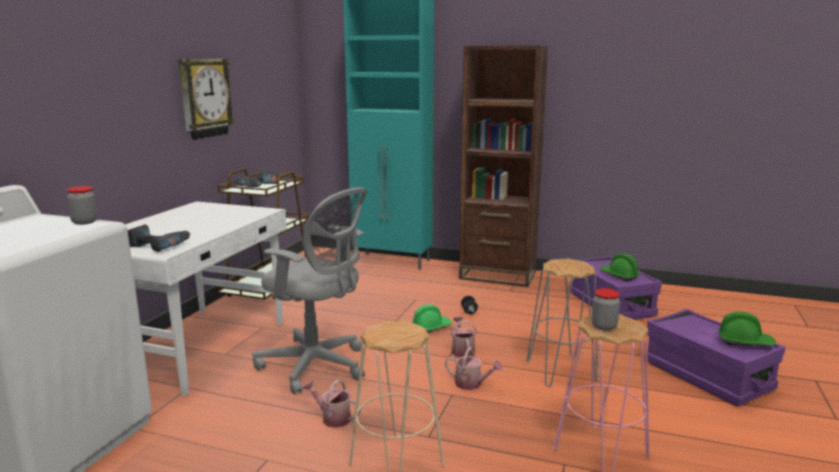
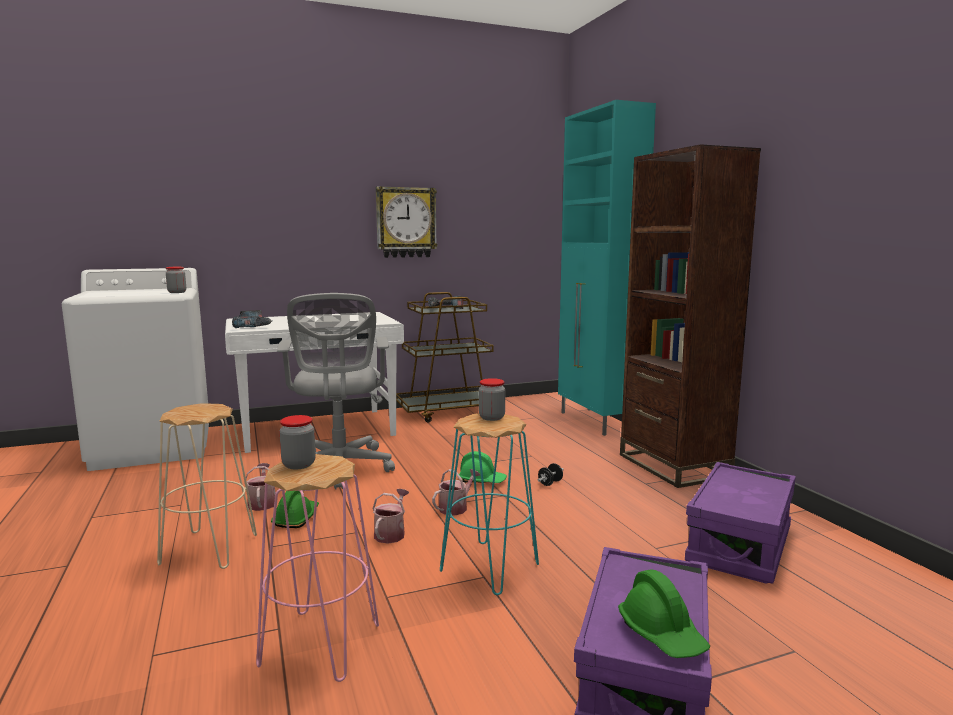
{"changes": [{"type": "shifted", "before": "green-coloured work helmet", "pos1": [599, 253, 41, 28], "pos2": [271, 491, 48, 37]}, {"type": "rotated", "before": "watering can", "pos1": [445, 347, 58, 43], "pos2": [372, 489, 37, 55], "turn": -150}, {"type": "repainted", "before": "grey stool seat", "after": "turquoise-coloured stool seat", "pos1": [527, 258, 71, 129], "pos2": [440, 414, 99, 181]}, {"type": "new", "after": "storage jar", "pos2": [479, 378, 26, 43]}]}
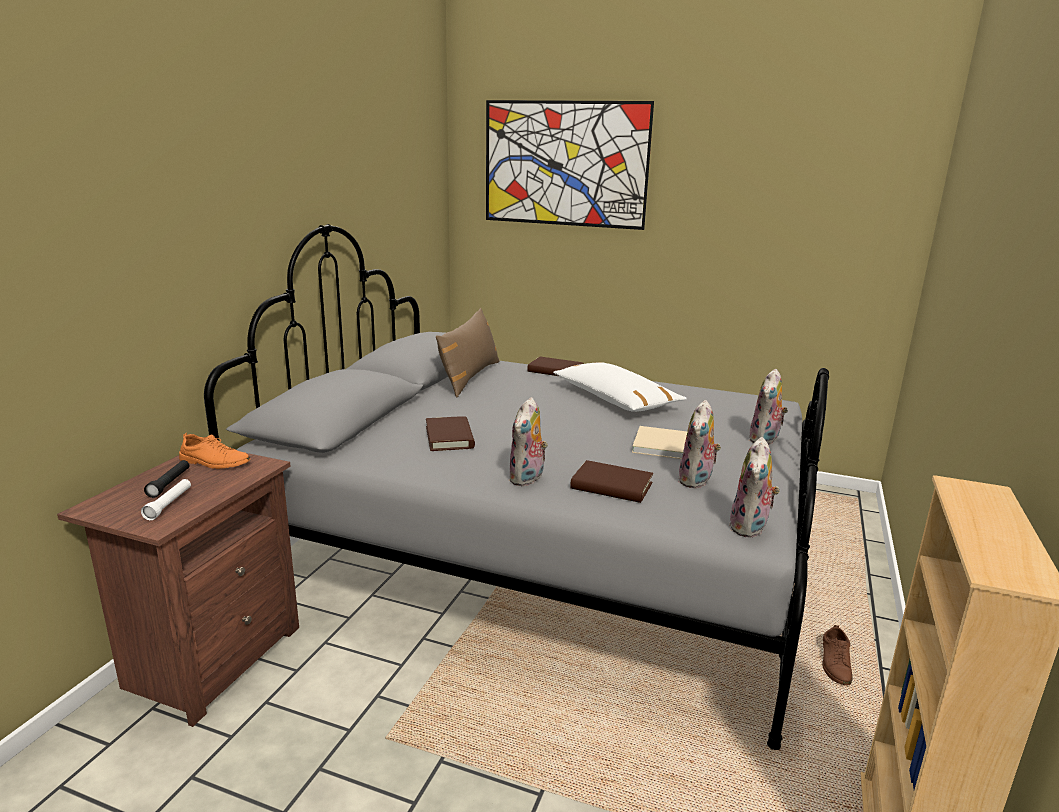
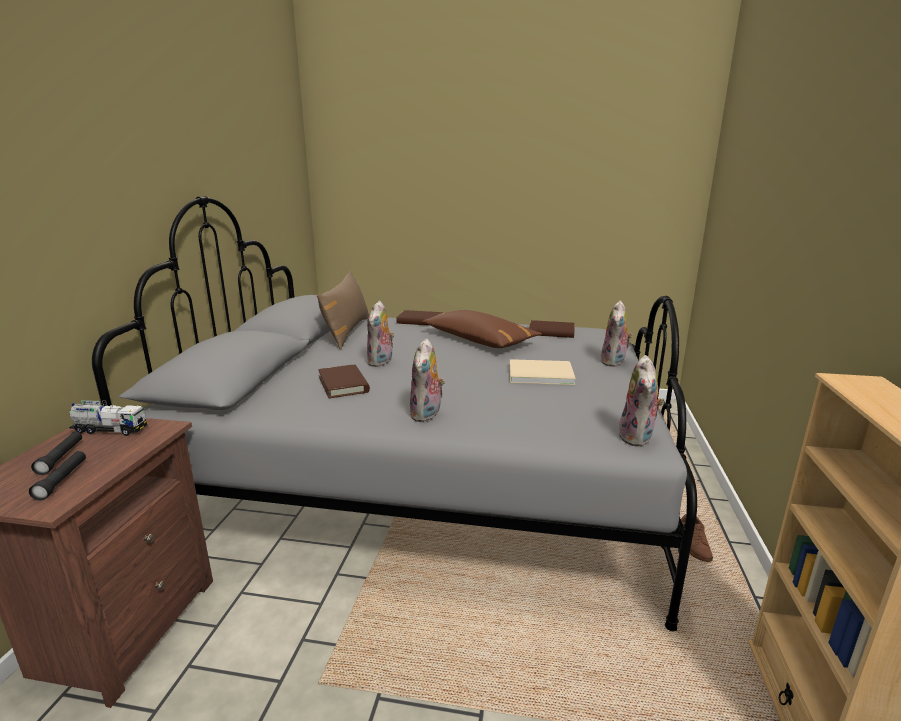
{"changes": [{"type": "repainted", "before": "white-coloured torch", "after": "black-coloured torch", "pos1": [141, 479, 50, 41], "pos2": [29, 451, 57, 50]}, {"type": "swapped", "before": "orange-coloured shoe", "after": "toy truck", "pos1": [179, 433, 71, 36], "pos2": [69, 400, 78, 36]}, {"type": "shifted", "before": "cuddly toy", "pos1": [678, 400, 43, 89], "pos2": [367, 300, 27, 67]}, {"type": "repainted", "before": "white-coloured cushion", "after": "brown-coloured cushion", "pos1": [553, 362, 134, 50], "pos2": [422, 310, 120, 38]}, {"type": "shifted", "before": "brown-coloured book", "pos1": [570, 460, 83, 43], "pos2": [529, 320, 46, 18]}, {"type": "gone", "before": "picture", "pos1": [486, 100, 168, 130]}]}
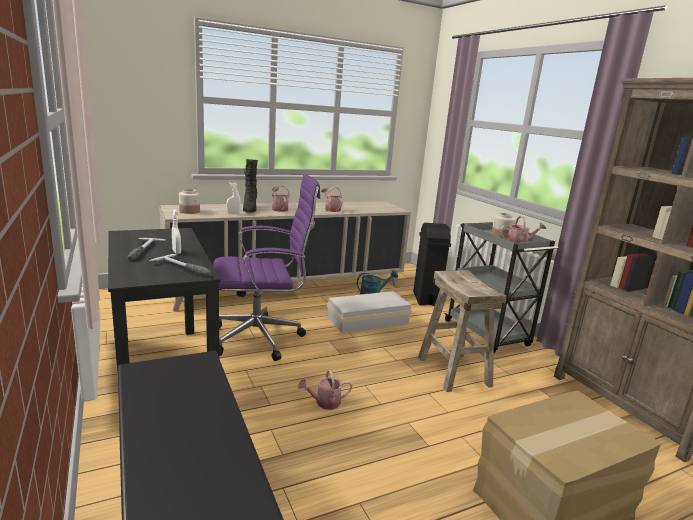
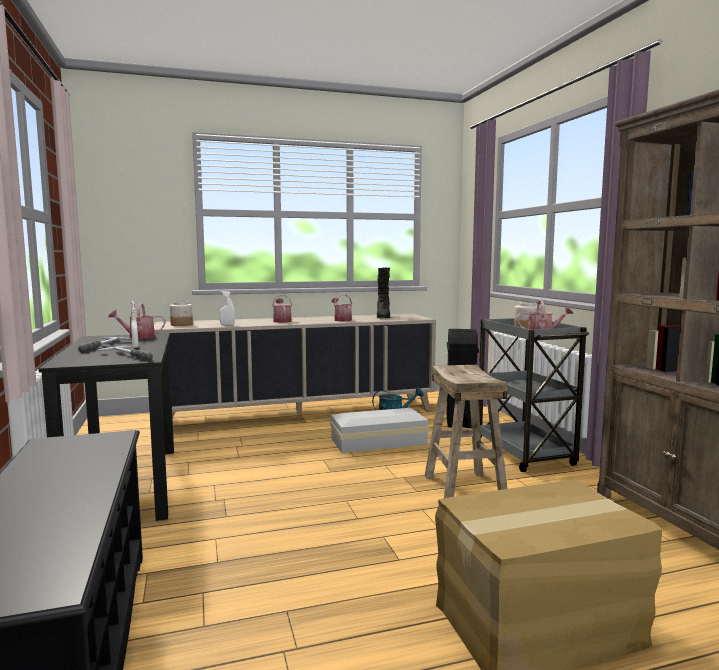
{"changes": [{"type": "shifted", "before": "watering can", "pos1": [298, 370, 54, 40], "pos2": [108, 303, 57, 36]}, {"type": "shifted", "before": "black-coloured tall boot", "pos1": [243, 159, 15, 53], "pos2": [377, 267, 14, 51]}, {"type": "gone", "before": "purplish desk chair", "pos1": [213, 174, 107, 187]}]}
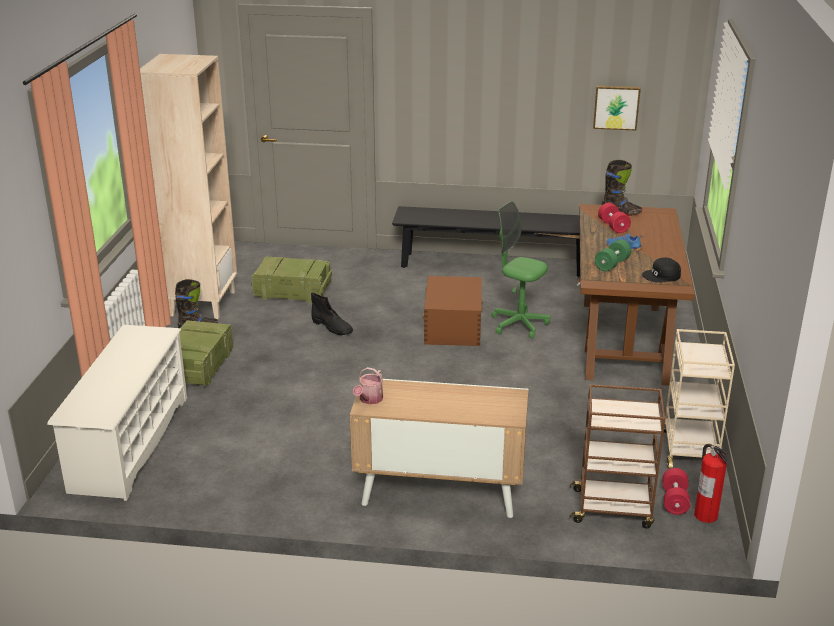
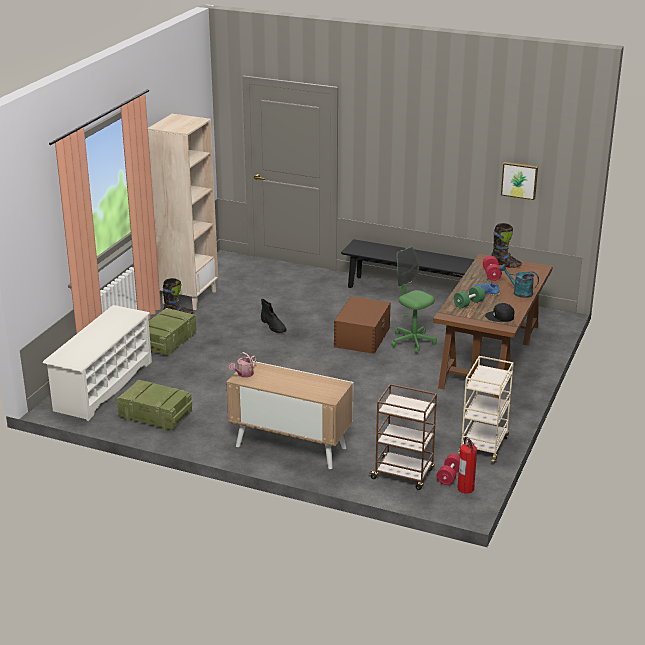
{"changes": [{"type": "shifted", "before": "packing crate", "pos1": [251, 257, 81, 46], "pos2": [117, 380, 75, 51]}, {"type": "new", "after": "turquoise-coloured watering can", "pos2": [499, 264, 40, 34]}]}
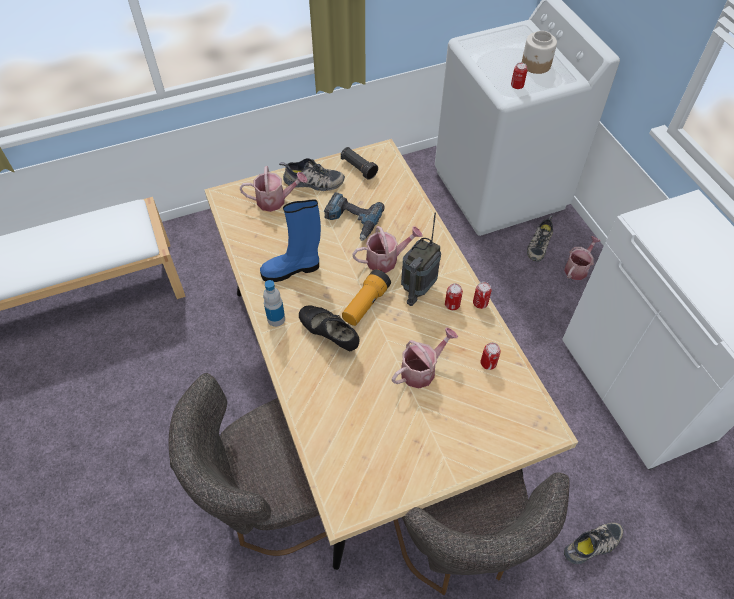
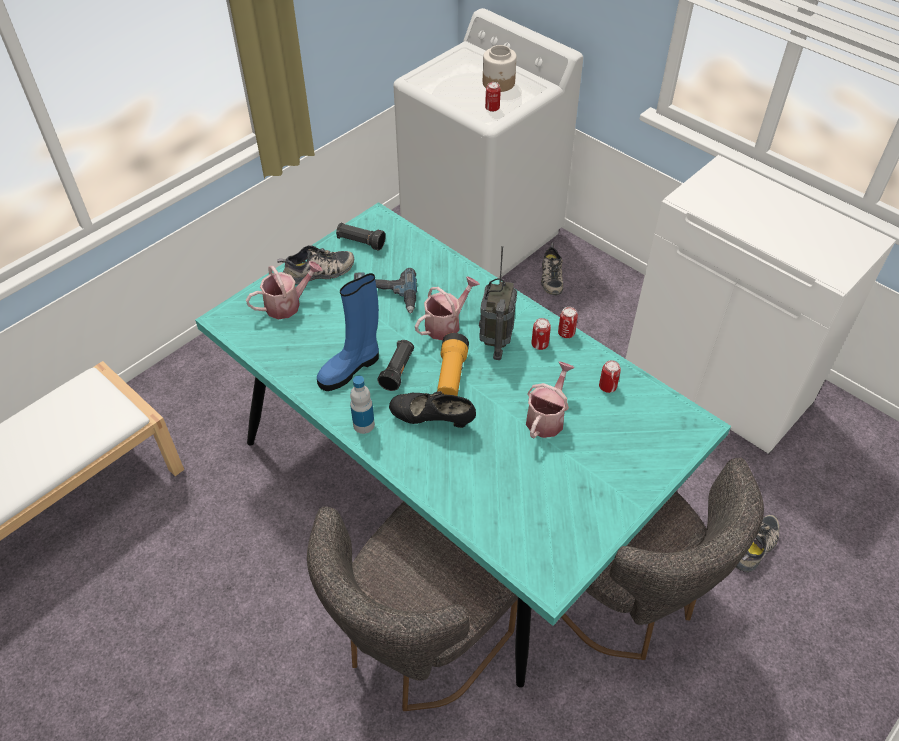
{"changes": [{"type": "repainted", "before": "sand-coloured kitchen table", "after": "turquoise-coloured kitchen table", "pos1": [204, 139, 374, 431], "pos2": [195, 202, 536, 485]}, {"type": "new", "after": "black-coloured torch", "pos2": [377, 340, 37, 51]}, {"type": "gone", "before": "watering can", "pos1": [564, 236, 37, 44]}]}
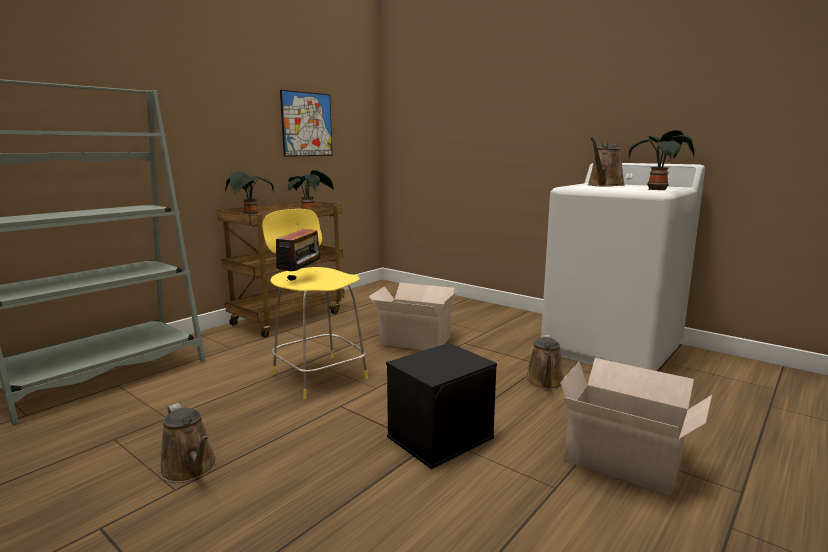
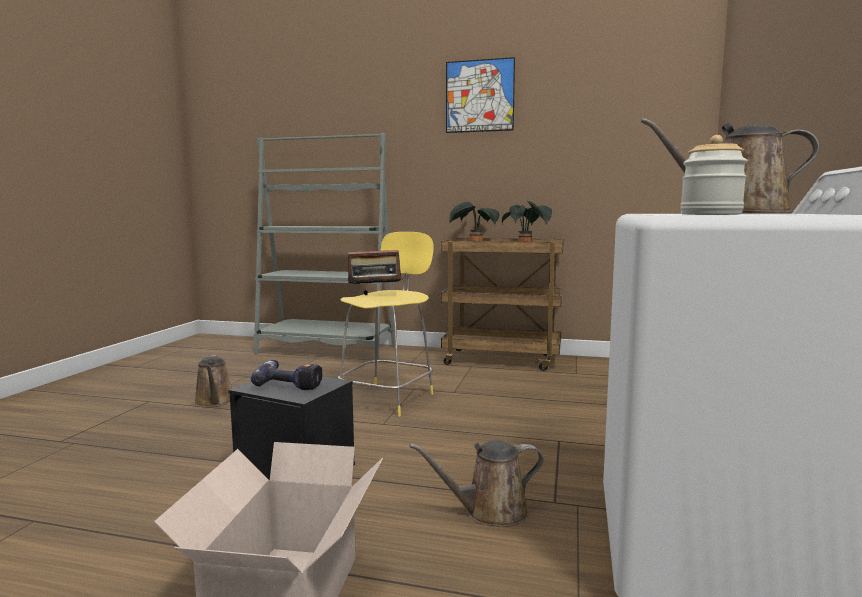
{"changes": [{"type": "rotated", "before": "brown-coloured watering can", "pos1": [159, 403, 58, 80], "pos2": [194, 355, 38, 52], "turn": -45}, {"type": "new", "after": "electric drill", "pos2": [251, 360, 71, 30]}, {"type": "shifted", "before": "picture", "pos1": [280, 90, 52, 67], "pos2": [446, 57, 69, 76]}, {"type": "swapped", "before": "plant in a pot", "after": "storage jar", "pos1": [628, 130, 66, 60], "pos2": [680, 135, 68, 80]}, {"type": "gone", "before": "carton", "pos1": [369, 283, 88, 68]}]}
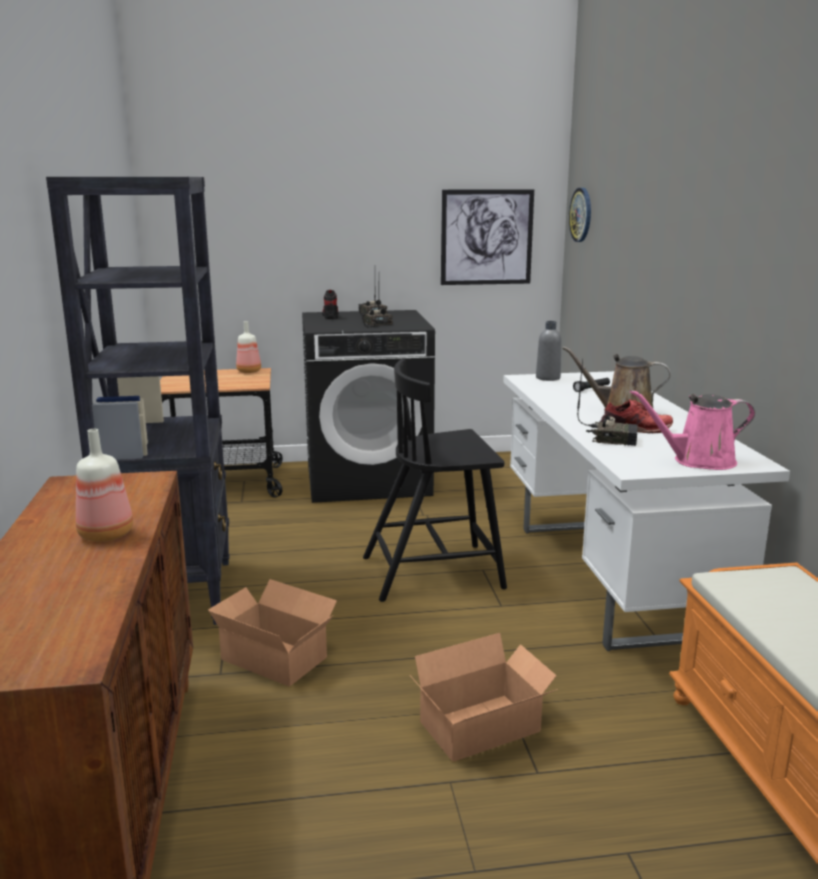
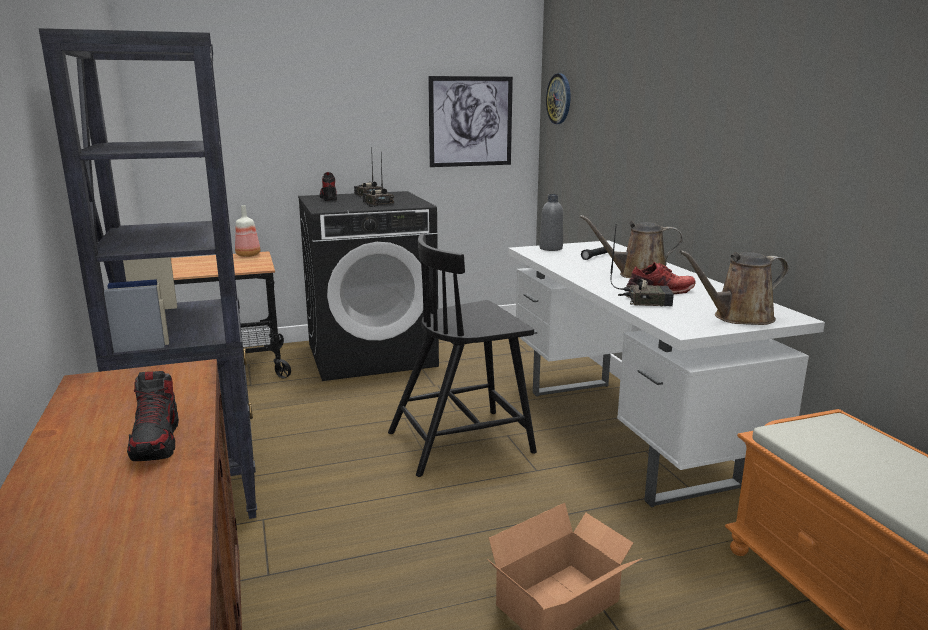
{"changes": [{"type": "swapped", "before": "bottle", "after": "shoe", "pos1": [76, 429, 57, 113], "pos2": [127, 371, 52, 90]}, {"type": "repainted", "before": "pink-coloured watering can", "after": "brown-coloured watering can", "pos1": [630, 390, 125, 80], "pos2": [679, 250, 110, 75]}, {"type": "gone", "before": "carton", "pos1": [208, 579, 129, 108]}]}
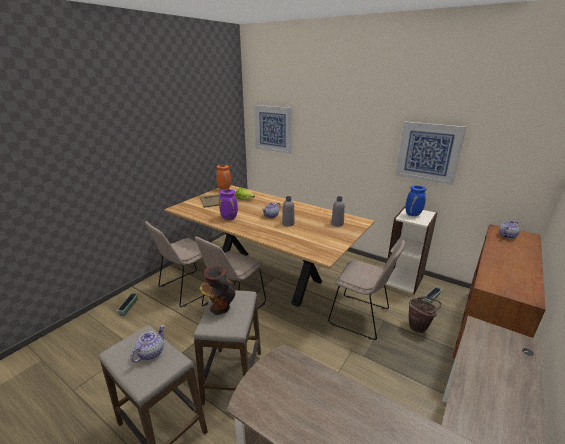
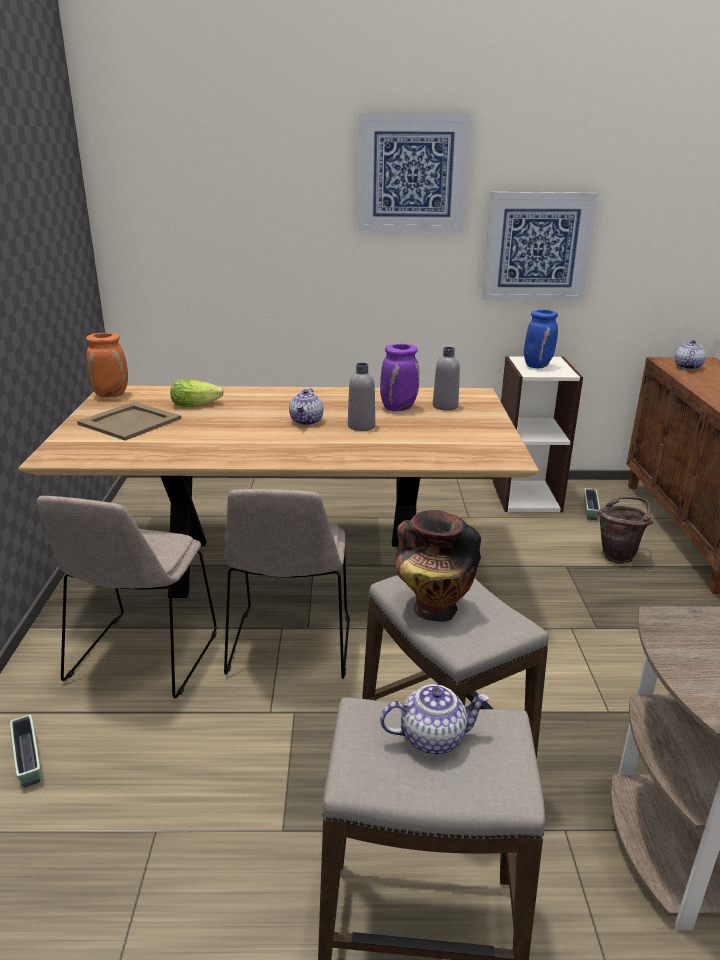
{"changes": [{"type": "shifted", "before": "picture", "pos1": [254, 105, 38, 49], "pos2": [358, 113, 113, 119]}, {"type": "shifted", "before": "purplish decorative vase", "pos1": [219, 189, 19, 31], "pos2": [380, 344, 39, 67]}, {"type": "rotated", "before": "pot for tea", "pos1": [131, 325, 34, 37], "pos2": [380, 684, 109, 71], "turn": 90}, {"type": "gone", "before": "sand-coloured chair", "pos1": [328, 240, 77, 100]}]}
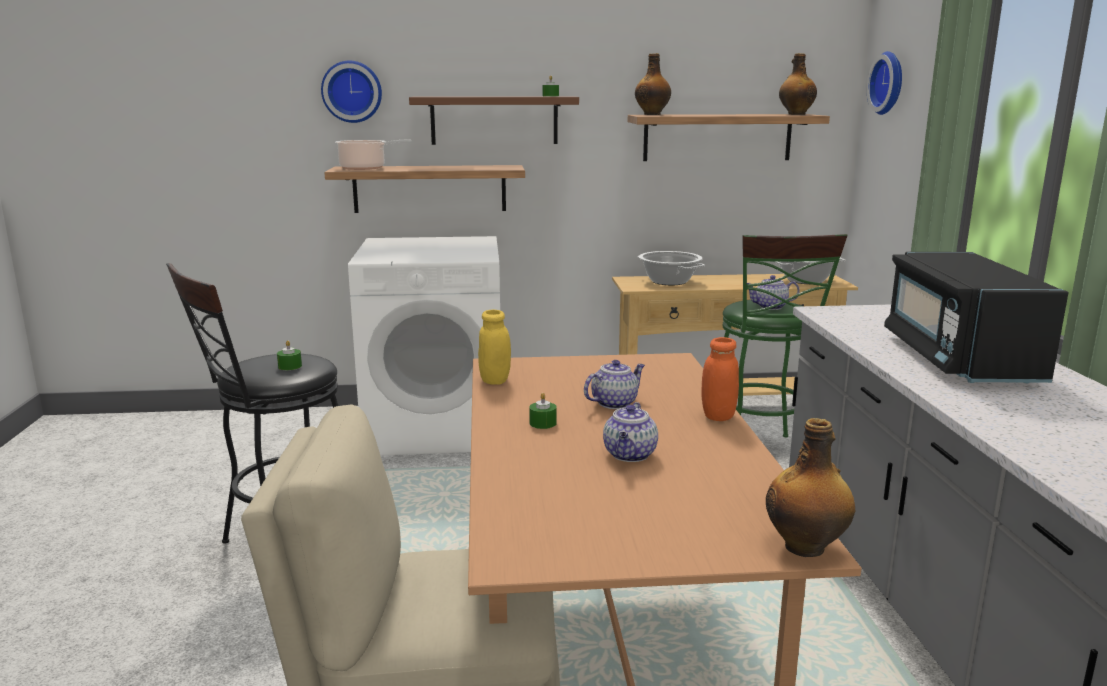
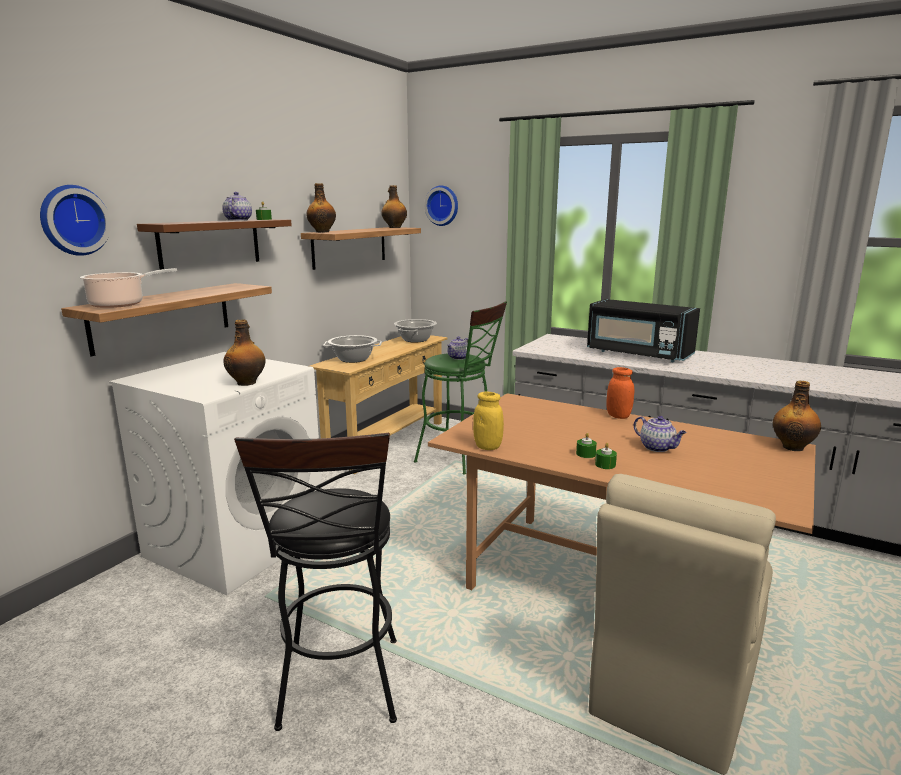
{"changes": [{"type": "shifted", "before": "pot for tea", "pos1": [584, 360, 61, 49], "pos2": [222, 192, 30, 29]}, {"type": "new", "after": "bottle", "pos2": [223, 319, 43, 67]}, {"type": "shifted", "before": "green-coloured candle", "pos1": [277, 340, 25, 30], "pos2": [595, 442, 22, 27]}]}
